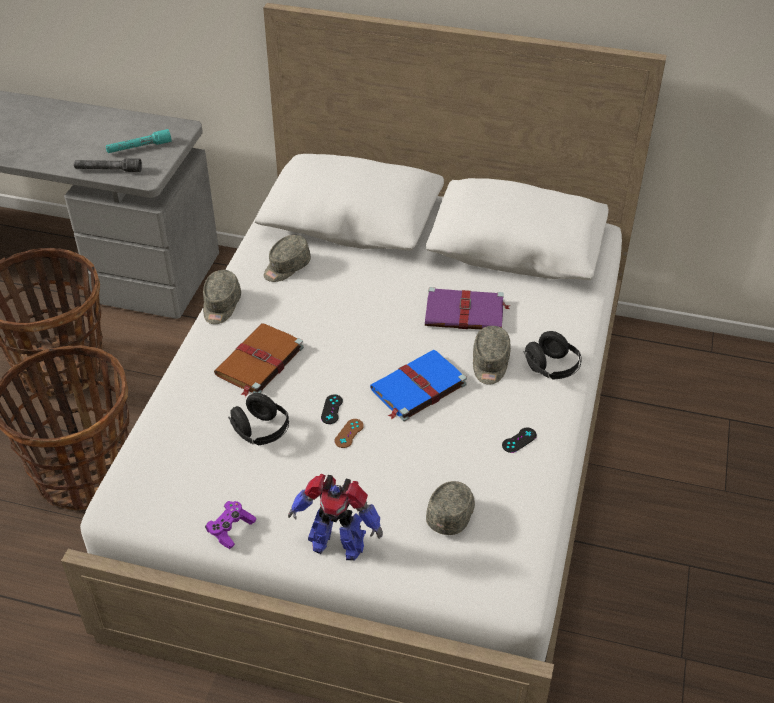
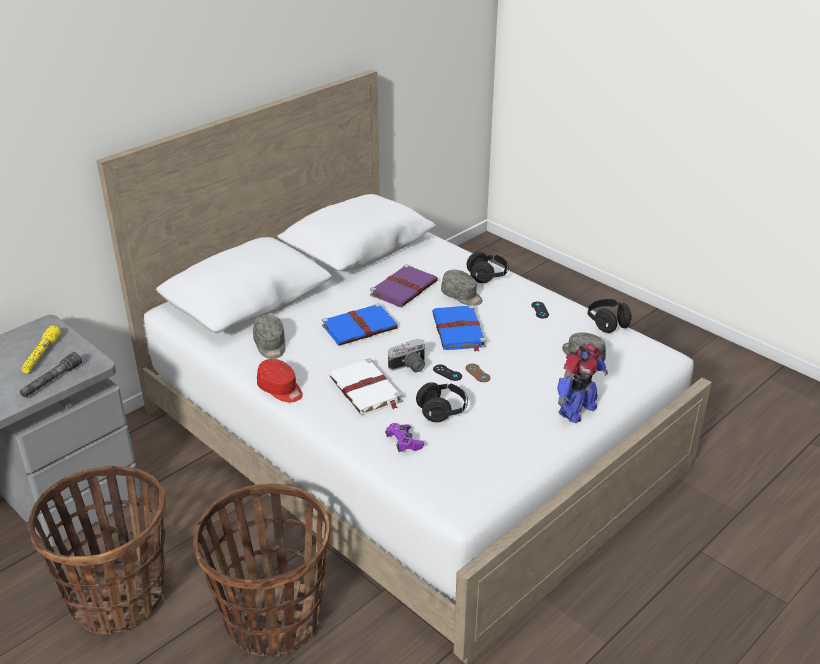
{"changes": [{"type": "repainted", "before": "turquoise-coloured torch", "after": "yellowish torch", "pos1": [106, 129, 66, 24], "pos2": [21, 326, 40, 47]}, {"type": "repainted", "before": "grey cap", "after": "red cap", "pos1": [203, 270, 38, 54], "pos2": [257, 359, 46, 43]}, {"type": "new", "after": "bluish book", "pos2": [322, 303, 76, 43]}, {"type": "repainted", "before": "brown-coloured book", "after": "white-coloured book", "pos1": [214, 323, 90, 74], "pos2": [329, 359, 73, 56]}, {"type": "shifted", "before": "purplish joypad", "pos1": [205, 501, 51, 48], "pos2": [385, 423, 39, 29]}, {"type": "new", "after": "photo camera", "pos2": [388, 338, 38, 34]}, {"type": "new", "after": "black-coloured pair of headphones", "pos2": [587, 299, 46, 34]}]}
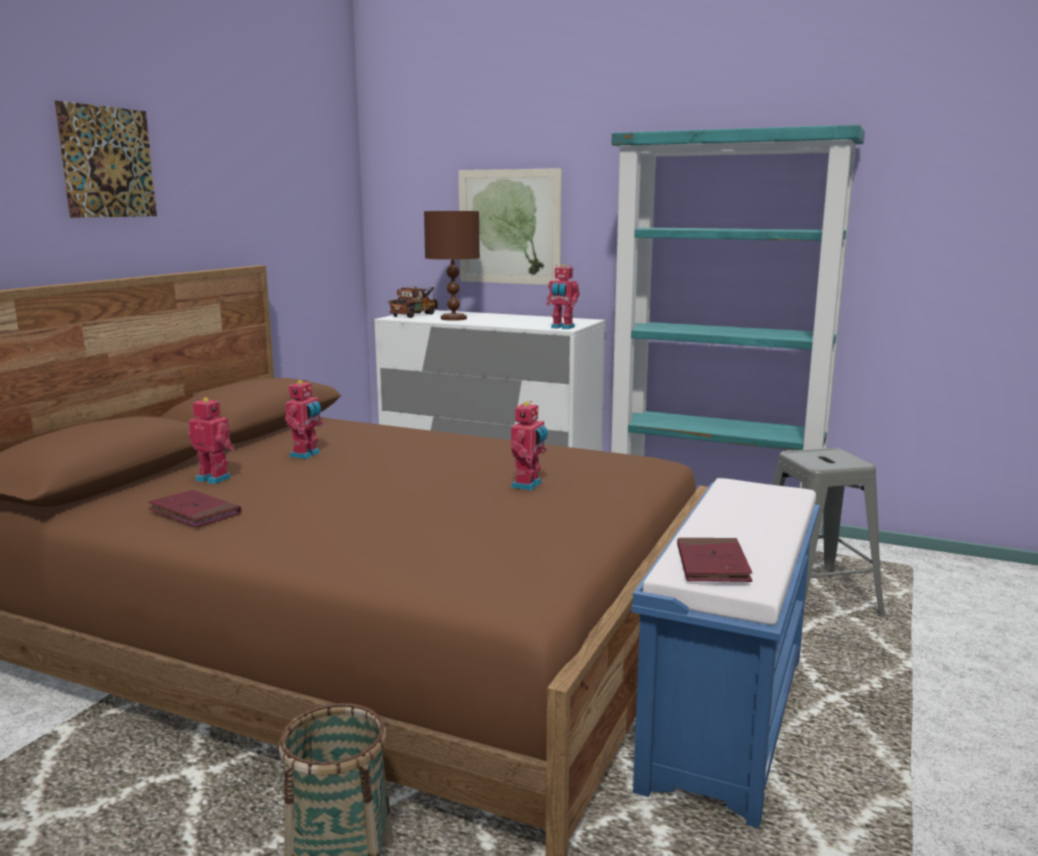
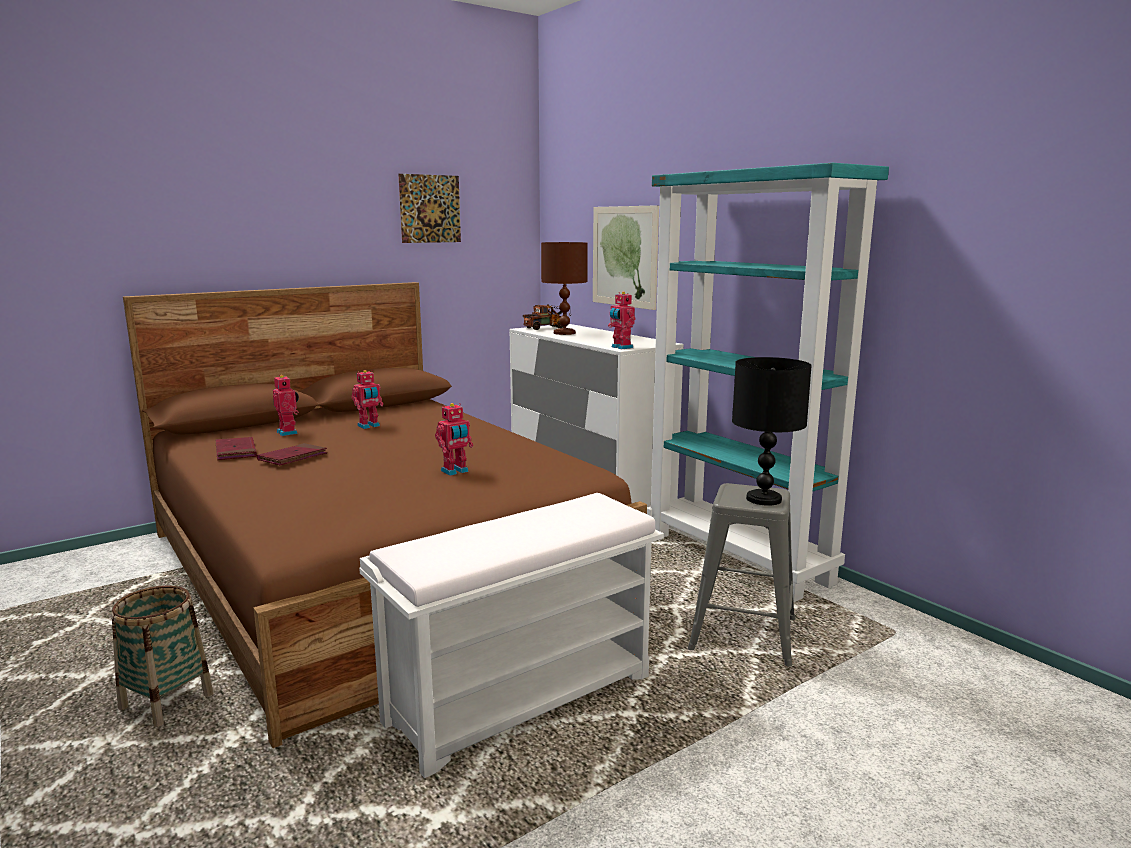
{"changes": [{"type": "shifted", "before": "red book", "pos1": [677, 538, 75, 44], "pos2": [257, 443, 70, 22]}, {"type": "repainted", "before": "bluish indoor bench", "after": "white-coloured indoor bench", "pos1": [632, 478, 188, 350], "pos2": [359, 493, 305, 285]}, {"type": "shifted", "before": "picture", "pos1": [55, 101, 102, 117], "pos2": [398, 174, 63, 69]}, {"type": "new", "after": "black-coloured table lamp", "pos2": [732, 357, 80, 149]}]}
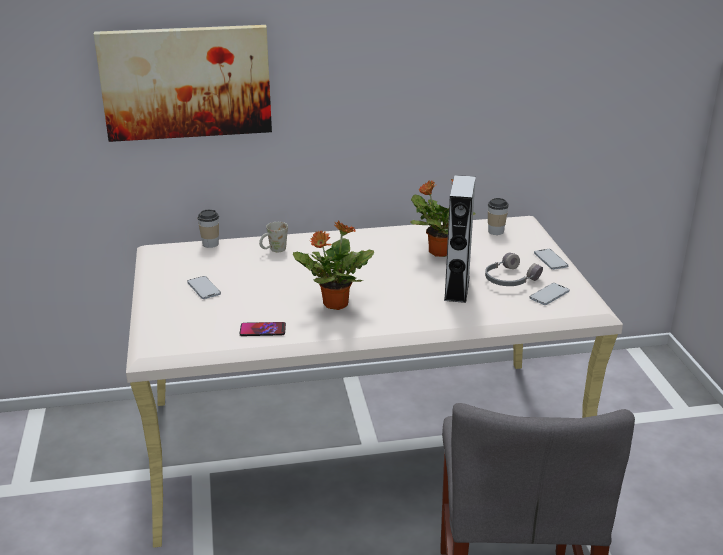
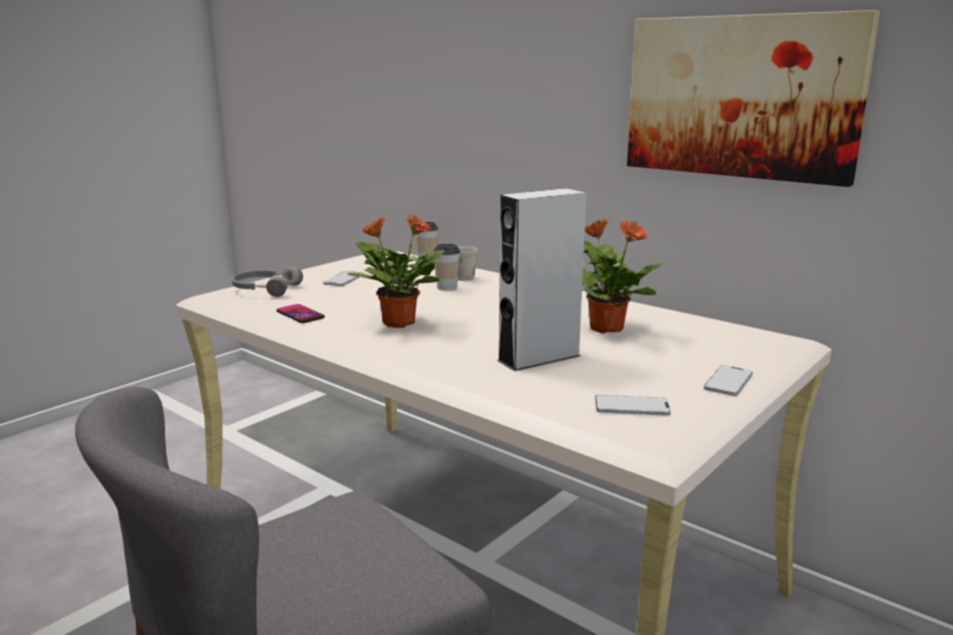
{"changes": [{"type": "shifted", "before": "grey pair of headphones", "pos1": [485, 253, 58, 33], "pos2": [232, 267, 71, 30]}, {"type": "shifted", "before": "small cup", "pos1": [488, 198, 21, 37], "pos2": [433, 244, 27, 47]}, {"type": "shifted", "before": "picture", "pos1": [94, 25, 178, 117], "pos2": [627, 10, 253, 177]}]}
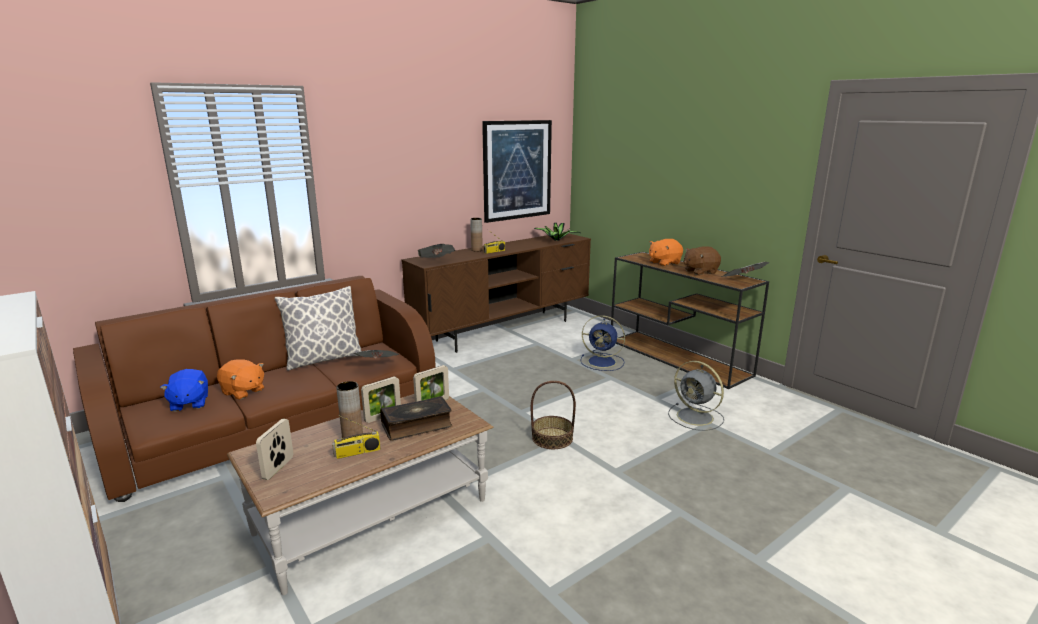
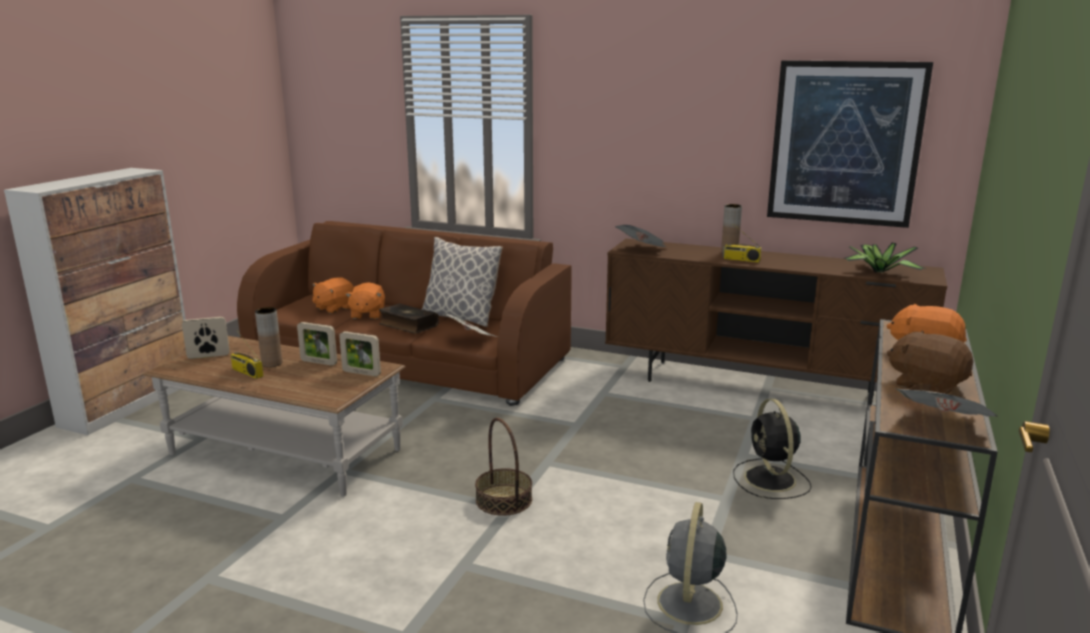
{"changes": [{"type": "repainted", "before": "bluish cuddly toy", "after": "orange-coloured cuddly toy", "pos1": [160, 369, 48, 43], "pos2": [312, 277, 42, 37]}, {"type": "shifted", "before": "book", "pos1": [380, 396, 72, 45], "pos2": [379, 304, 60, 30]}, {"type": "repainted", "before": "bluish cooling fan", "after": "black-coloured cooling fan", "pos1": [580, 315, 45, 56], "pos2": [733, 399, 79, 100]}]}
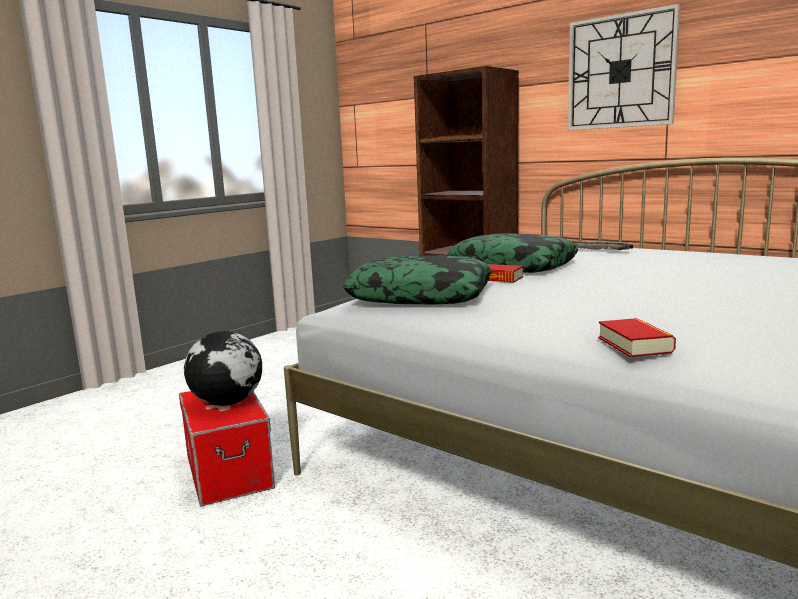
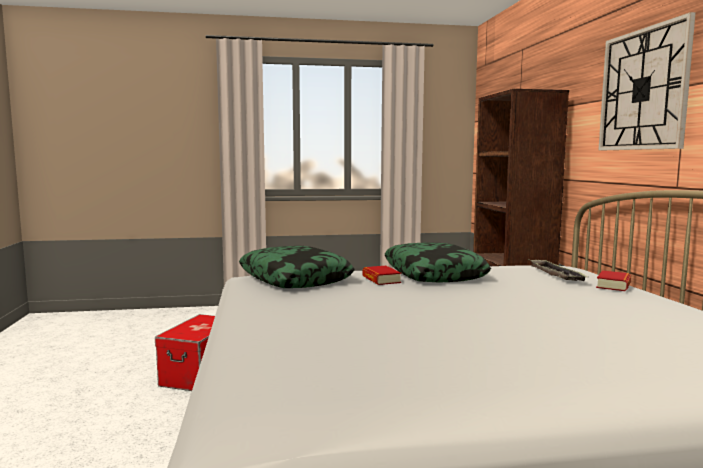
{"changes": [{"type": "shifted", "before": "book", "pos1": [598, 318, 78, 39], "pos2": [596, 270, 35, 21]}, {"type": "gone", "before": "desk globe", "pos1": [184, 331, 78, 75]}]}
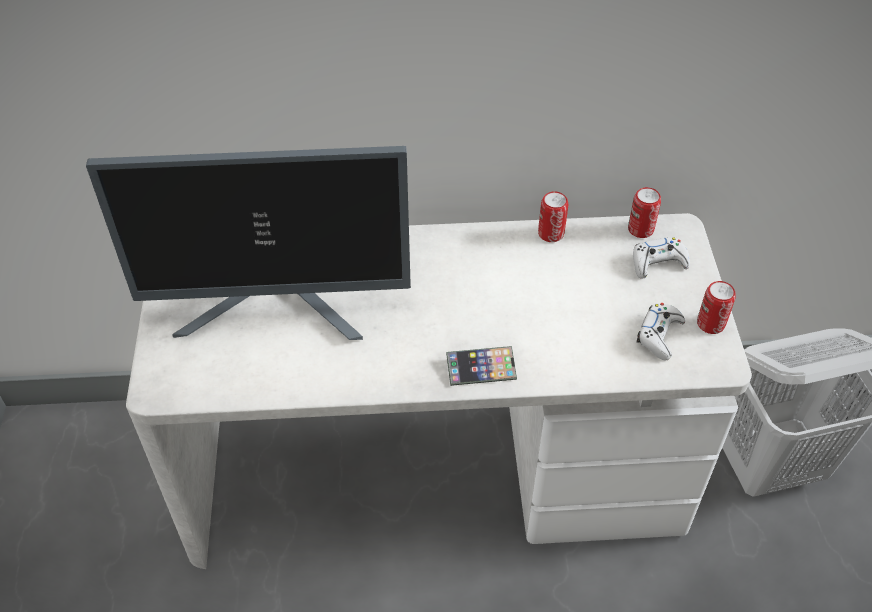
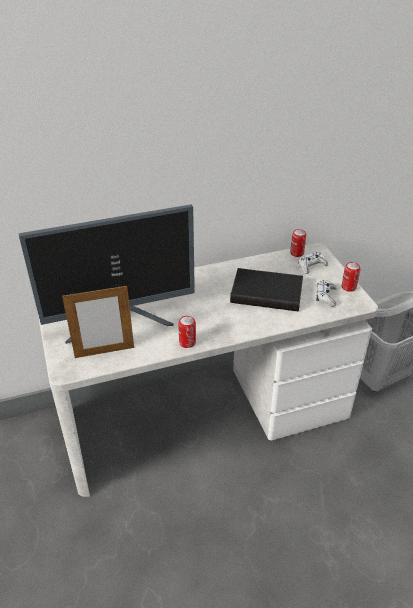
{"changes": [{"type": "new", "after": "picture frame", "pos2": [62, 286, 72, 72]}, {"type": "shifted", "before": "metal can", "pos1": [538, 191, 30, 51], "pos2": [178, 316, 18, 32]}, {"type": "new", "after": "black-coloured book", "pos2": [230, 268, 73, 44]}, {"type": "gone", "before": "phone", "pos1": [446, 346, 71, 40]}]}
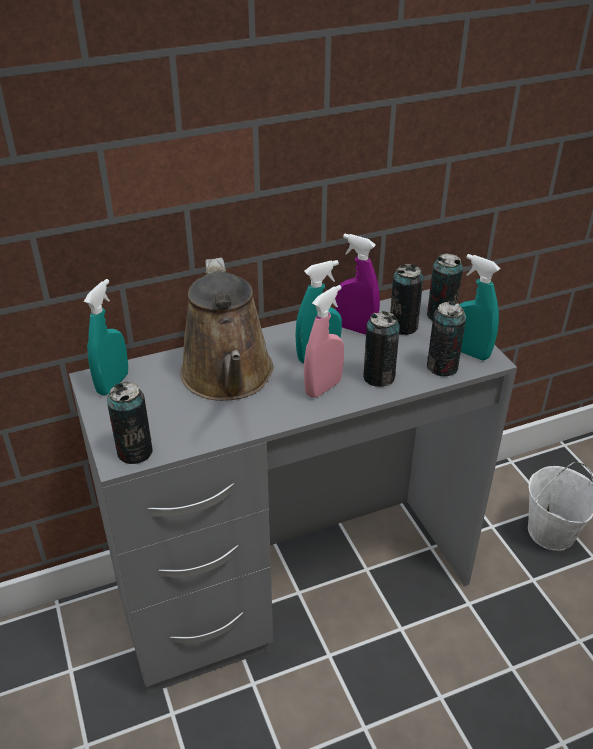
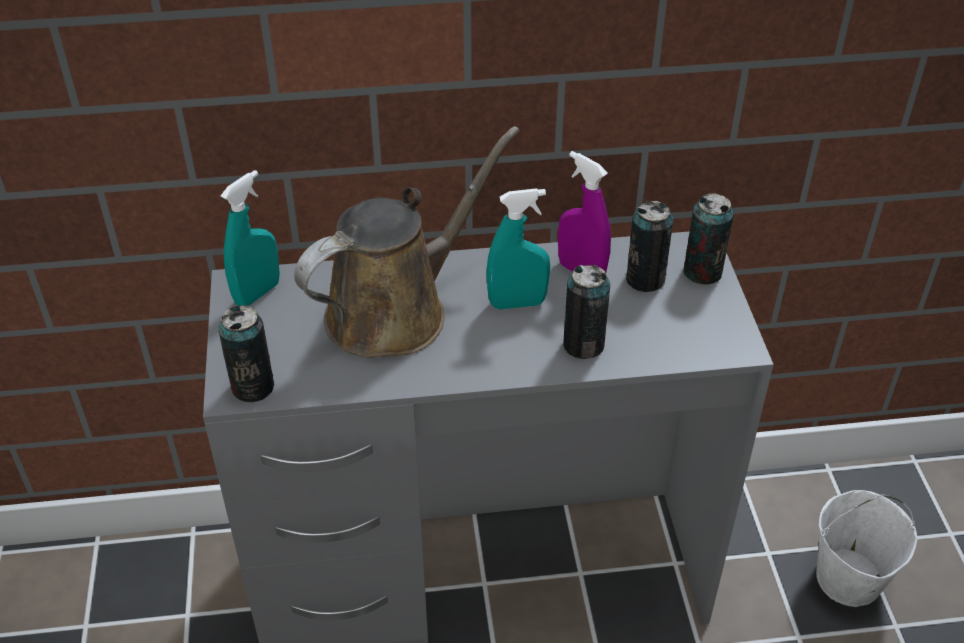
{"changes": [{"type": "rotated", "before": "brown-coloured watering can", "pos1": [180, 257, 94, 144], "pos2": [294, 126, 226, 232], "turn": -135}, {"type": "gone", "before": "pink-coloured sprayer", "pos1": [304, 285, 40, 113]}, {"type": "gone", "before": "metal can", "pos1": [427, 302, 39, 75]}, {"type": "gone", "before": "turquoise-coloured sprayer", "pos1": [459, 254, 41, 106]}]}
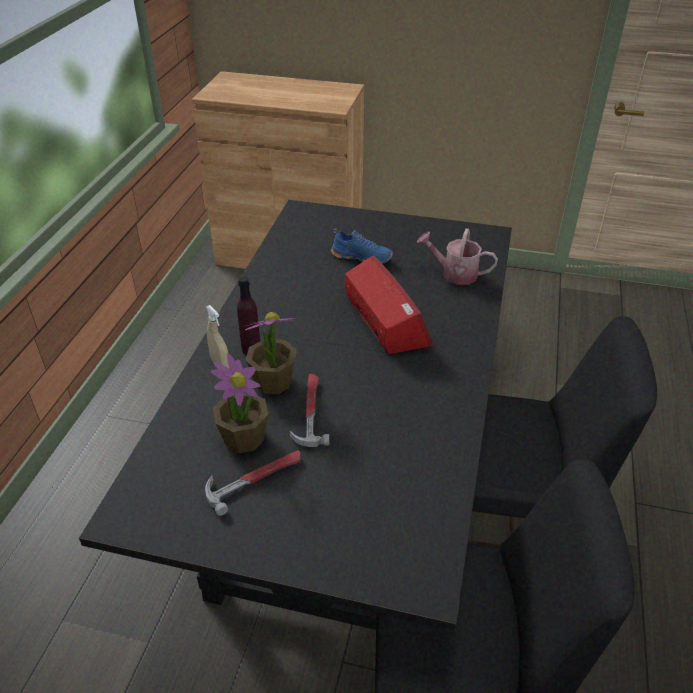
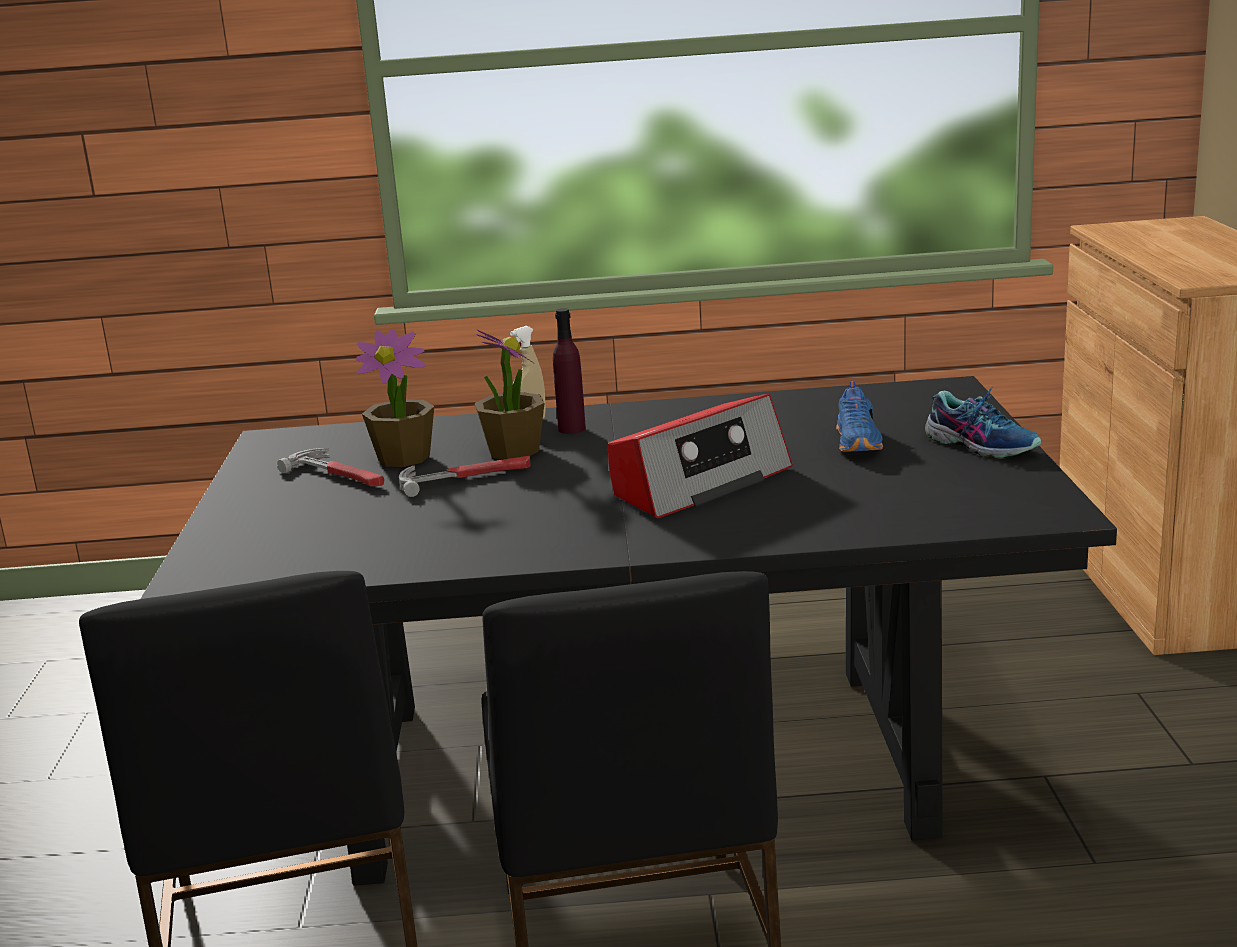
{"changes": [{"type": "new", "after": "shoe", "pos2": [925, 387, 116, 72]}, {"type": "gone", "before": "watering can", "pos1": [417, 228, 81, 57]}]}
